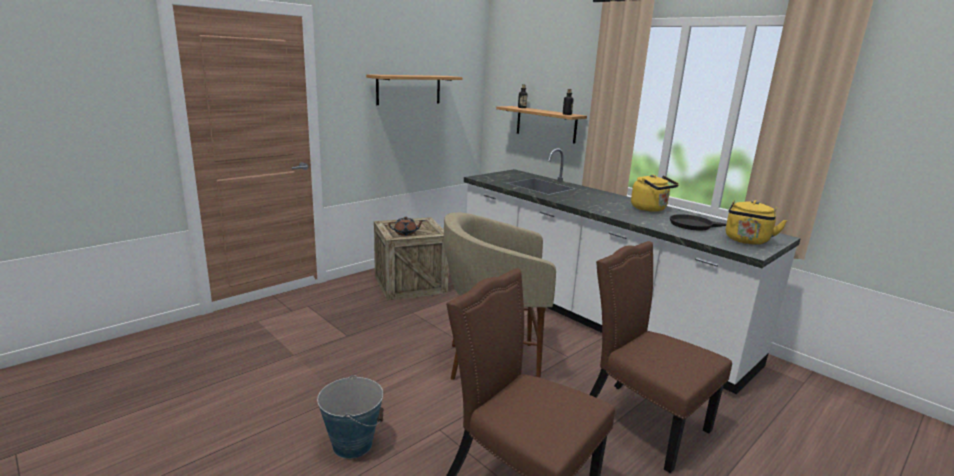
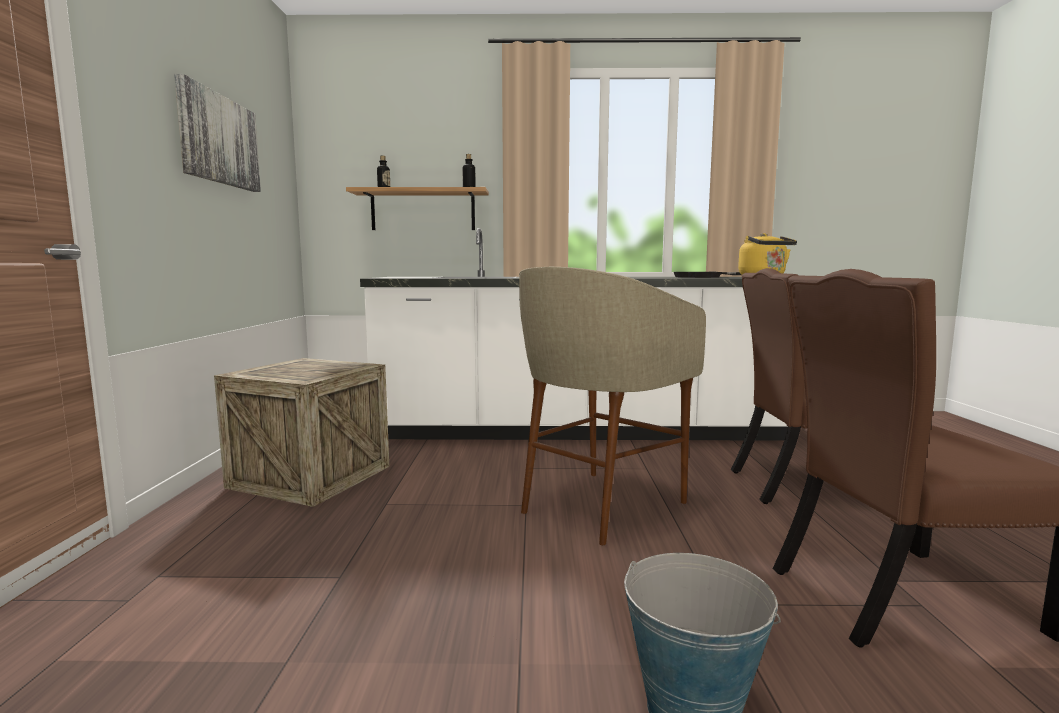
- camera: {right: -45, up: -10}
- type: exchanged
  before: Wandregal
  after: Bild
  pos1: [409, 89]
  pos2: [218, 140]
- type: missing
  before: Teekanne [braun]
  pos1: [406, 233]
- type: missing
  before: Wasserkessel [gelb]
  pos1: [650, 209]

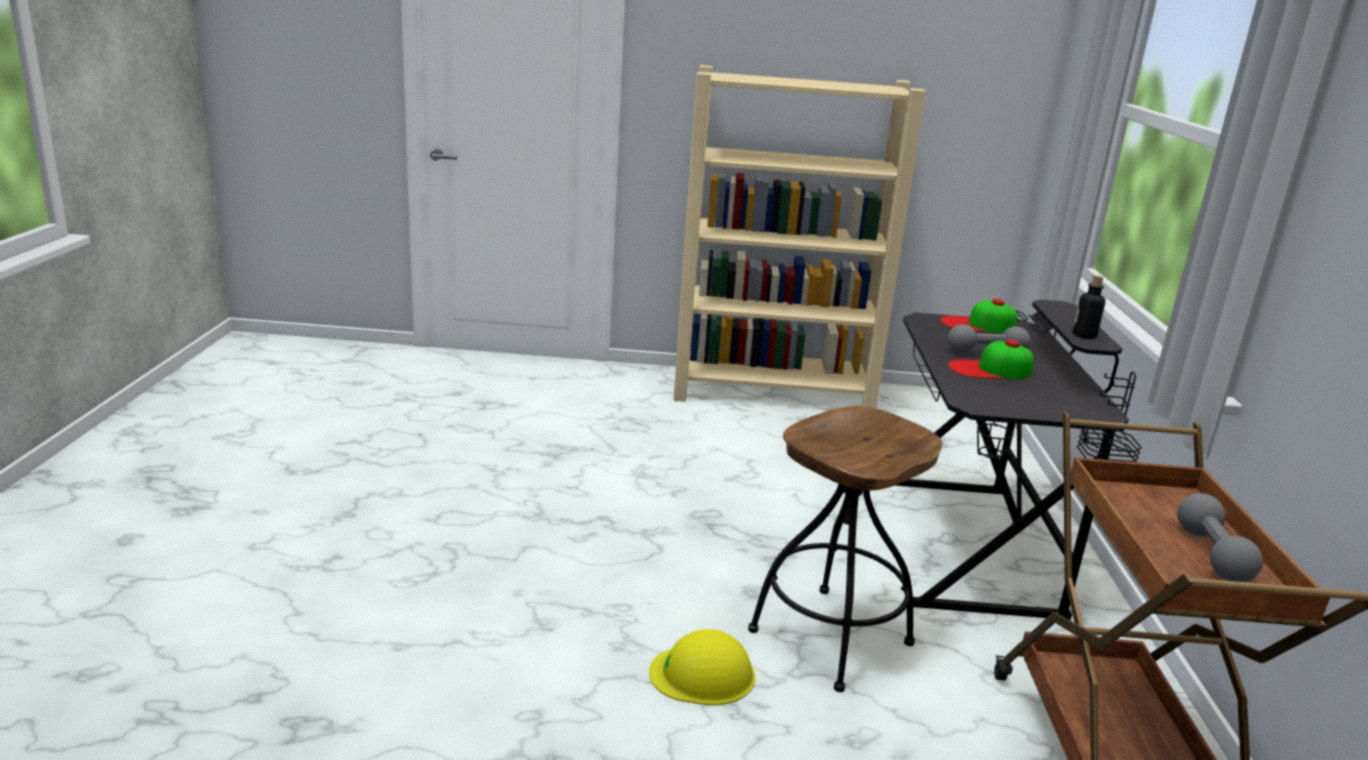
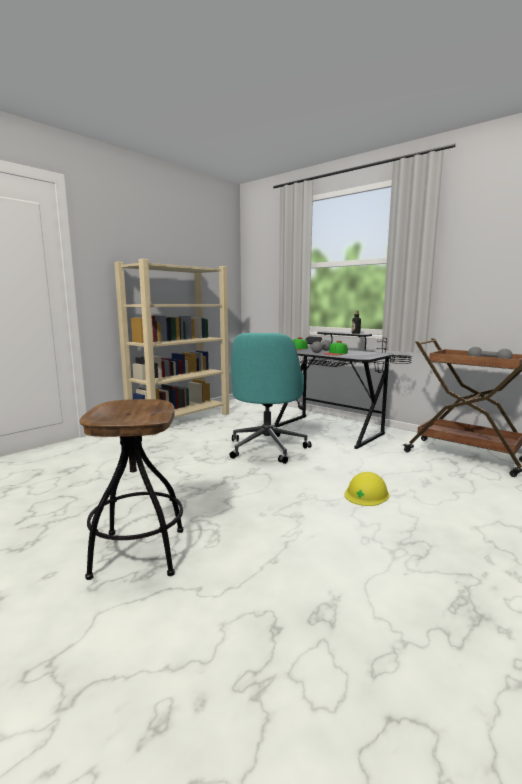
- camera: {right: -50, up: -10}
- type: relocated
  before: Hocker [braun]
  pos1: [831, 636]
  pos2: [139, 551]
- type: appeared
  after: Bürostuhl [türkis]
  pos2: [267, 448]

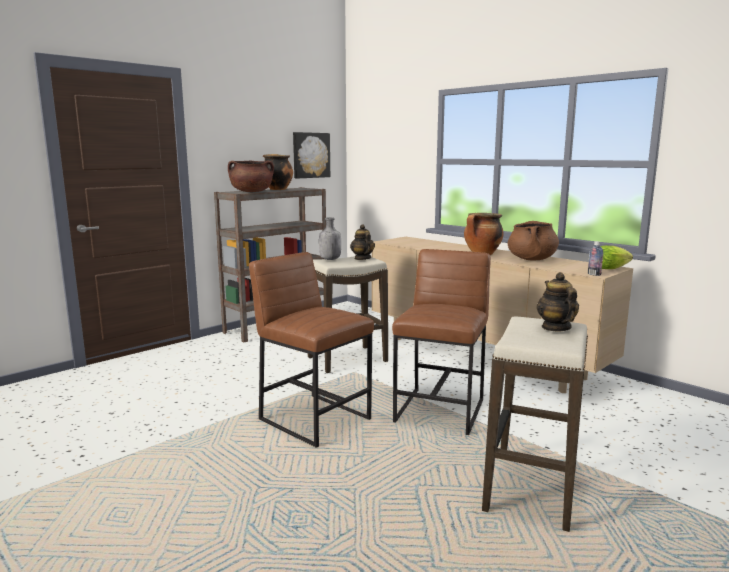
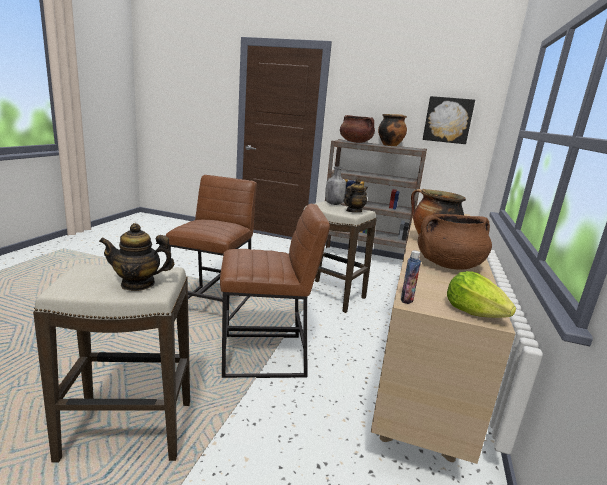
- camera: {right: 60, up: 5}
- type: spun
  before: Teekanne
  pos1: [555, 327]
  pos2: [138, 284]
  turn: -150

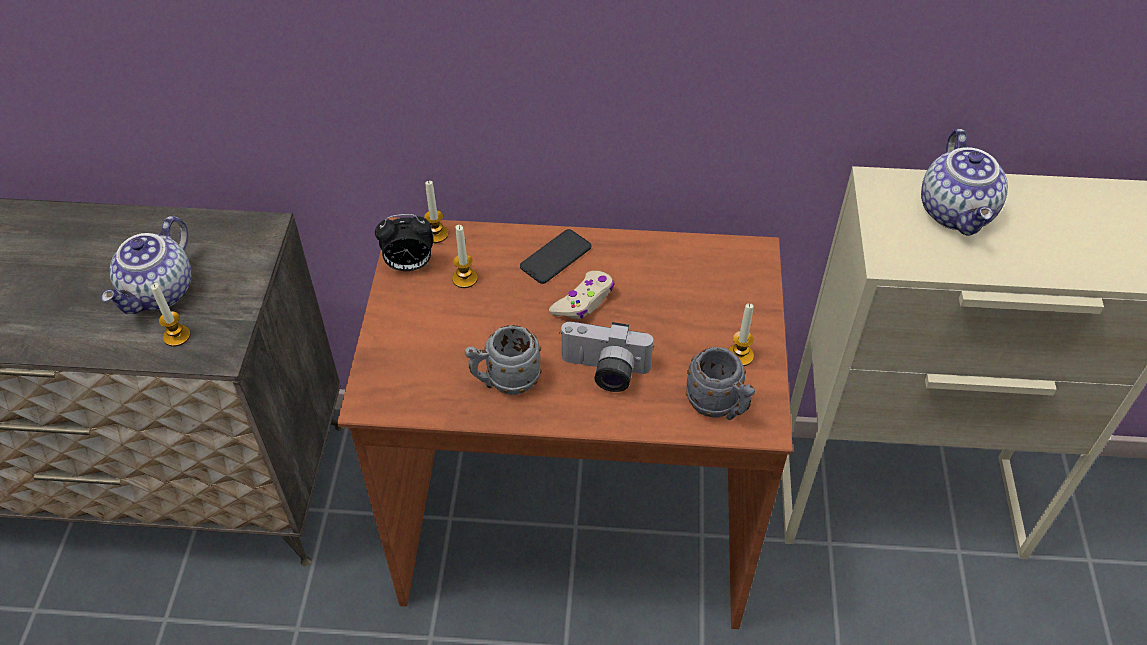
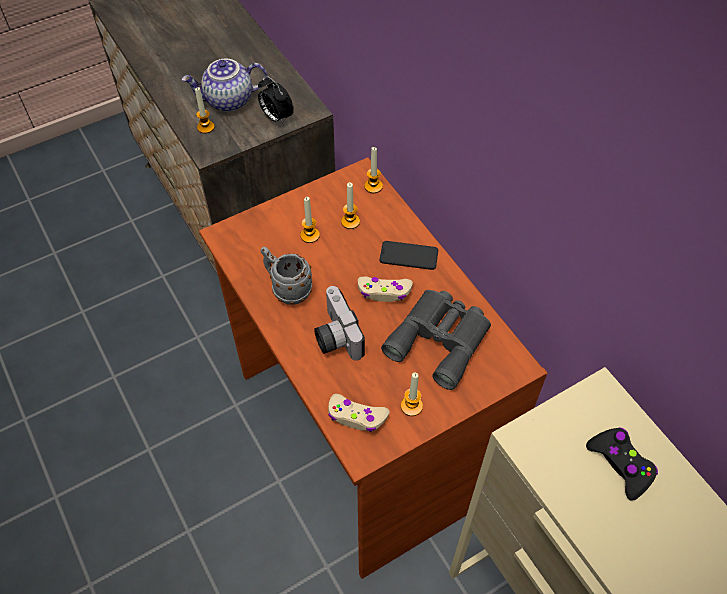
- camera: {right: 55, up: 5}
- type: relocated
  before: Wecker
  pos1: [409, 265]
  pos2: [276, 117]
- type: exchanged
  before: Henkelbecher [grau]
  after: Gamepad [beige]
  pos1: [718, 407]
  pos2: [356, 417]
- type: exchanged
  before: Teekanne
  after: Gamepad [schwarz]
  pos1: [957, 213]
  pos2: [620, 464]
- type: appeared
  after: Kerze
  pos2: [310, 235]
- type: appeared
  after: Fernglas [grau]
  pos2: [440, 339]

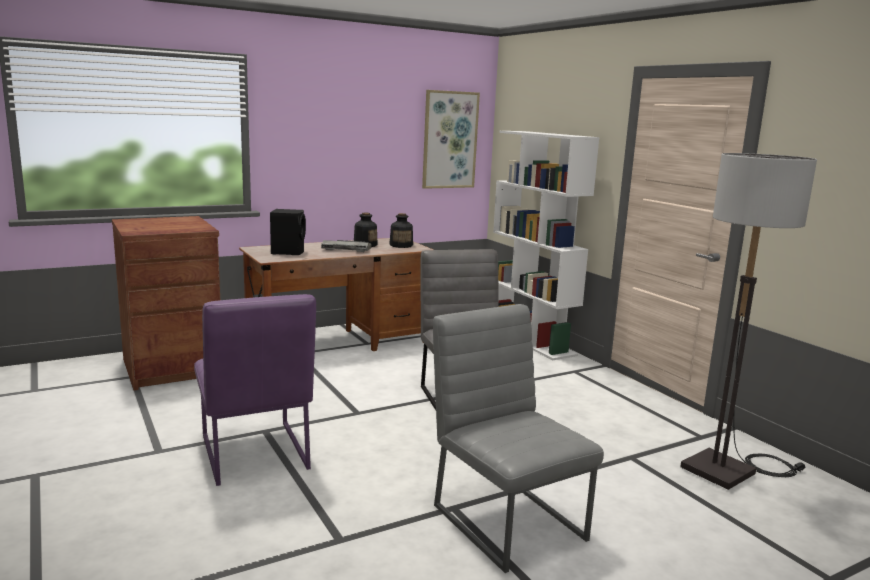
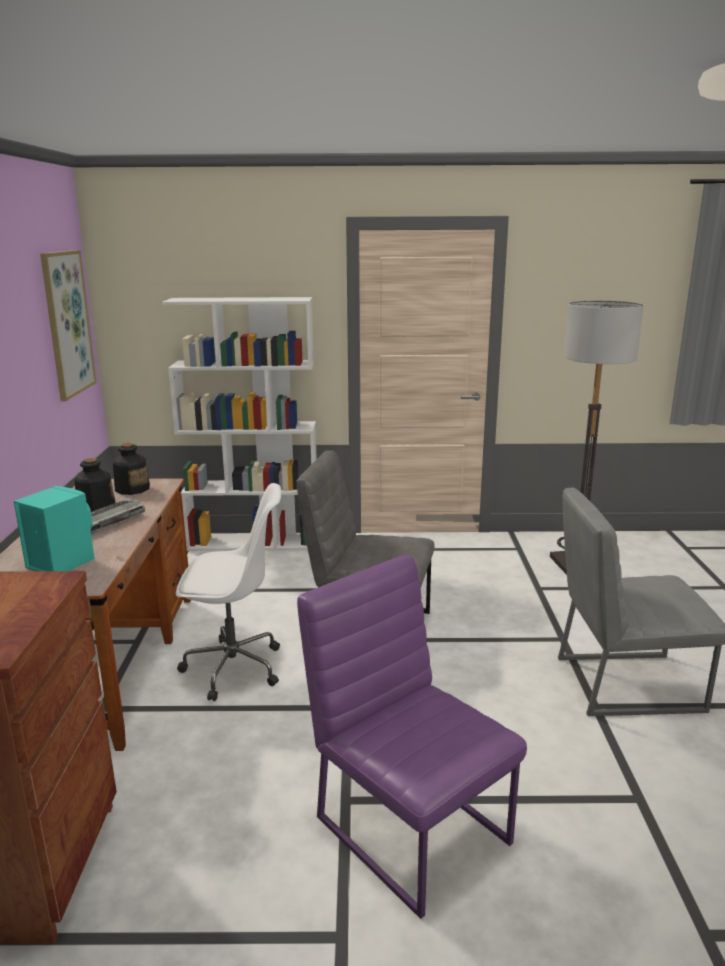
- camera: {right: -60, up: 5}
- type: spun
  before: Stuhl [lila]
  pos1: [254, 454]
  pos2: [409, 825]
  turn: -135
- type: colour
  before: Lautsprecher [schwarz]
  after: Lautsprecher [türkis]
  pos1: [288, 252]
  pos2: [60, 563]
- type: appeared
  after: Bürostuhl [weiß]
  pos2: [236, 668]

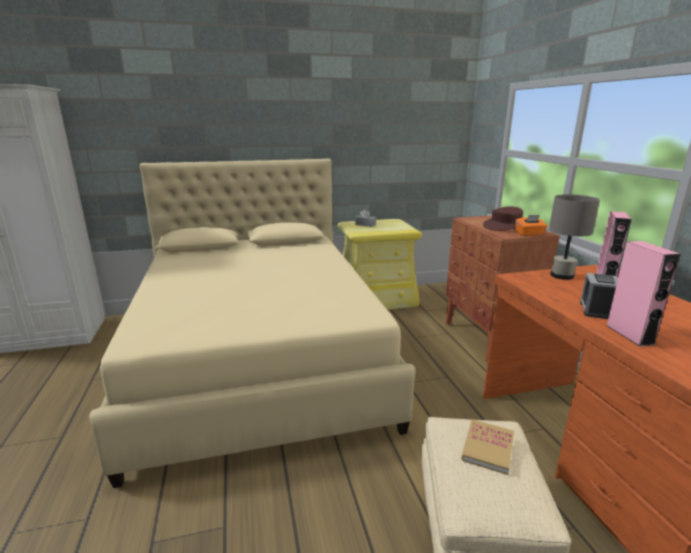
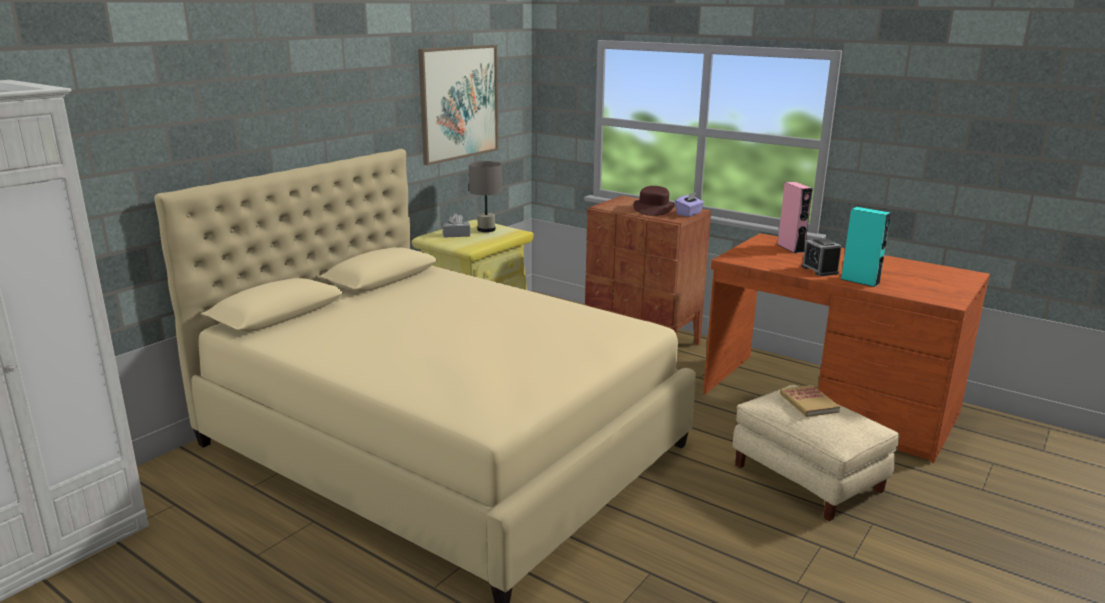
- camera: {right: -40, up: 0}
- type: colour
  before: Taschentuchbox [orange]
  after: Taschentuchbox [lila]
  pos1: [529, 234]
  pos2: [689, 214]
- type: relocated
  before: Tischlampe [grau]
  pos1: [561, 276]
  pos2: [486, 229]
- type: colour
  before: Lautsprecher [rosa]
  after: Lautsprecher [türkis]
  pos1: [629, 334]
  pos2: [860, 281]
- type: appeared
  after: Bild
  pos2: [459, 103]

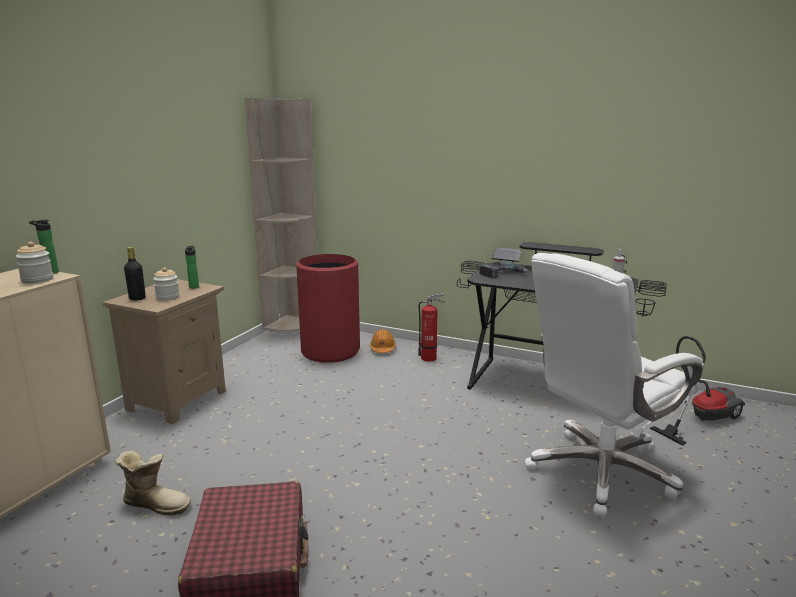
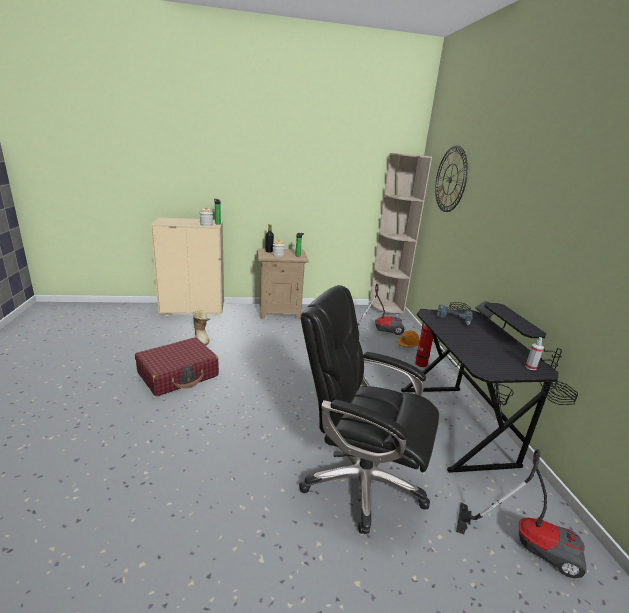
- camera: {right: 55, up: 5}
- type: exchanged
  before: Mülleimer [rot]
  after: Staubsauger
  pos1: [330, 351]
  pos2: [379, 329]
- type: colour
  before: Bürostuhl [weiß]
  after: Bürostuhl [schwarz]
  pos1: [601, 471]
  pos2: [360, 481]
- type: appeared
  after: Wanduhr
  pos2: [450, 179]

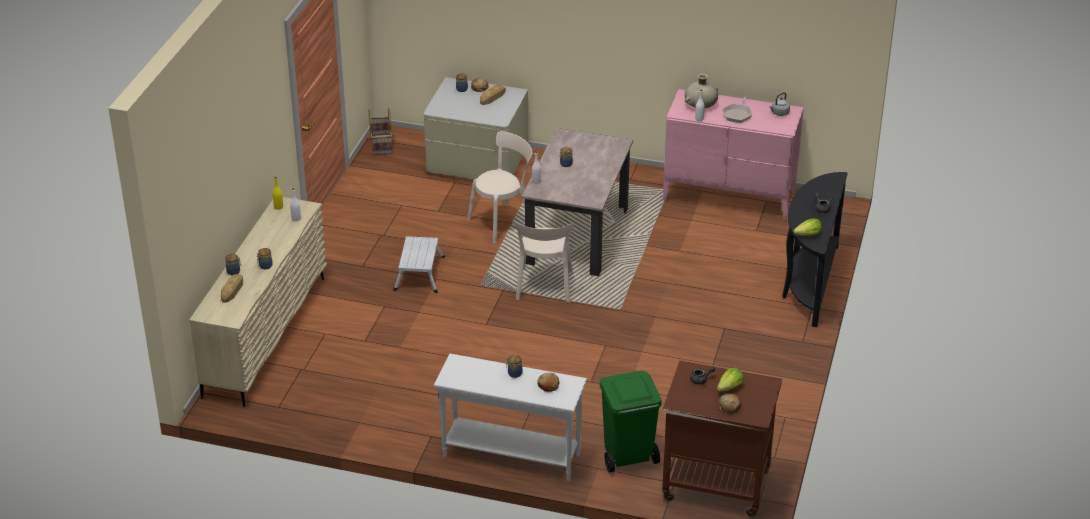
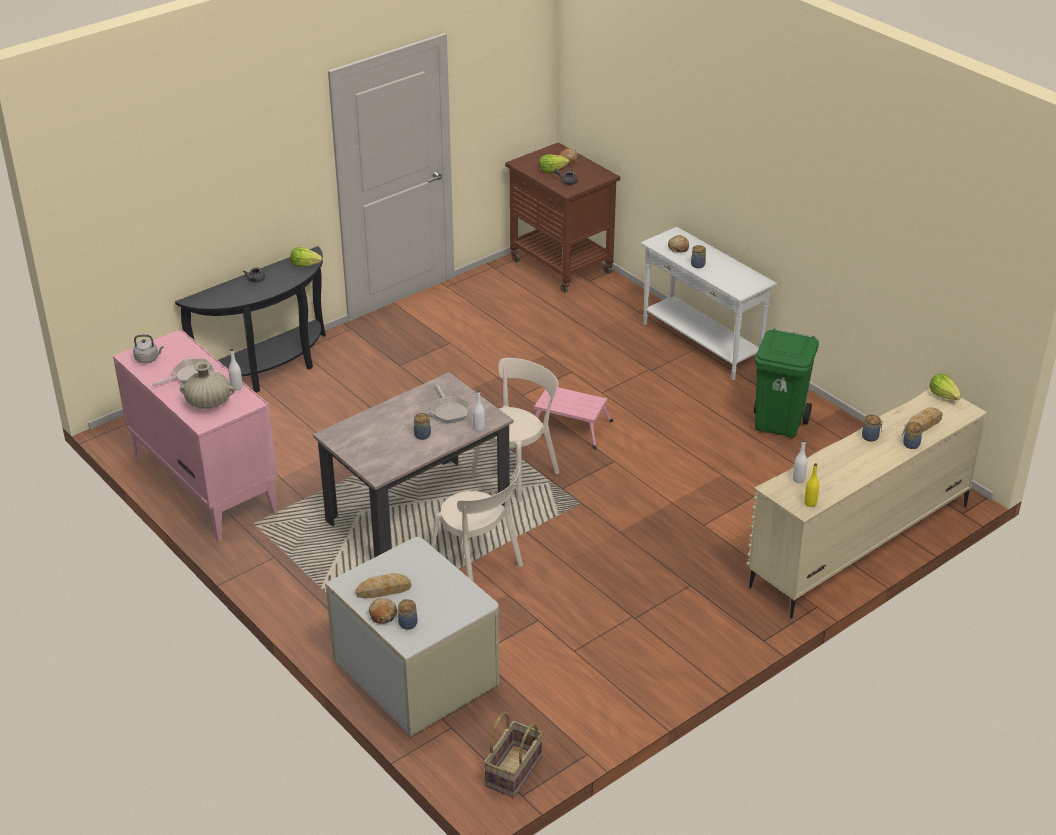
- camera: {right: -145, up: 0}
- type: missing
  before: Trittleiter [weiß]
  pos1: [419, 273]
- type: spun
  before: Stuhl [beige]
  pos1: [503, 222]
  pos2: [478, 568]
  turn: -135
- type: relocated
  before: Mülleimer [grün]
  pos1: [627, 457]
  pos2: [779, 424]
- type: appeared
  after: Pfanne
  pos2: [449, 410]
- type: appeared
  after: Trittleiter [rosa]
  pos2: [571, 427]
- type: appeared
  after: Salatkopf
  pos2: [944, 395]

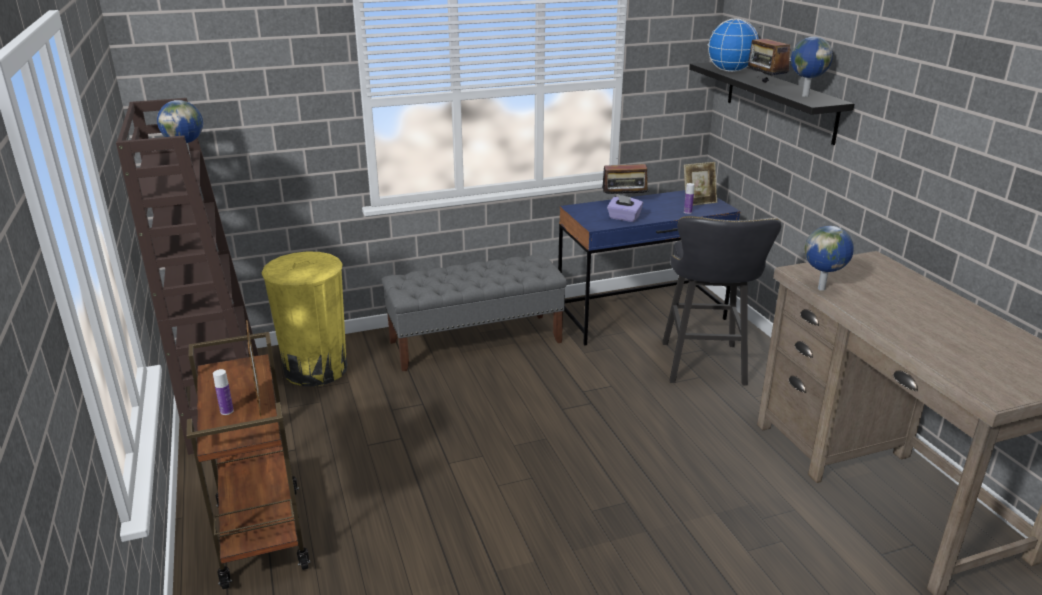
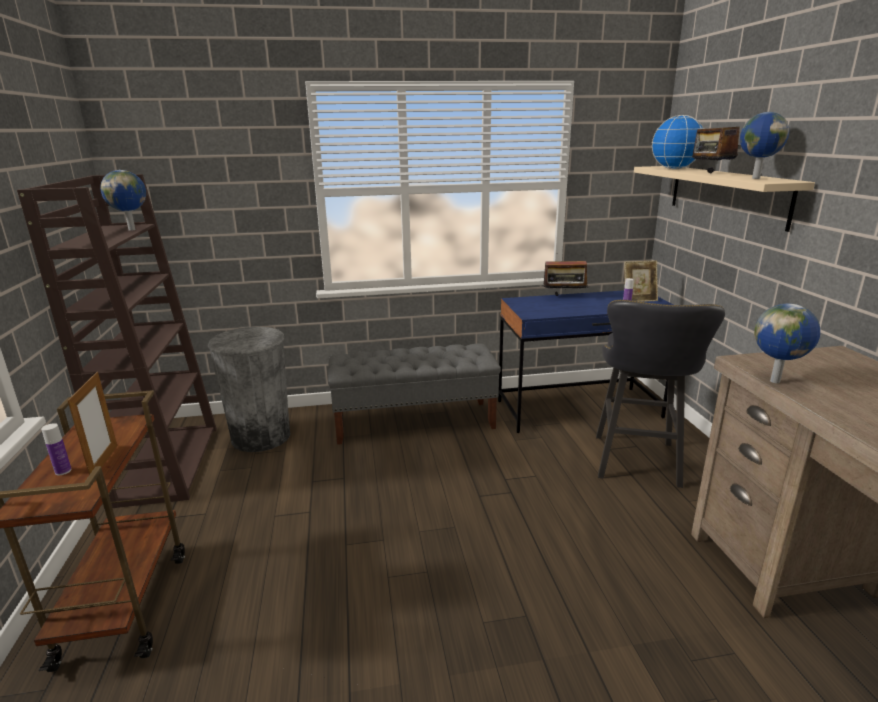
- camera: {right: 10, up: -5}
- type: colour
  before: Mülleimer [gelb]
  after: Mülleimer [grau]
  pos1: [316, 369]
  pos2: [261, 436]
- type: missing
  before: Taschentuchbox [lila]
  pos1: [624, 218]
- type: colour
  before: Wandregal [schwarz]
  after: Wandregal [beige]
  pos1: [780, 101]
  pos2: [726, 194]

